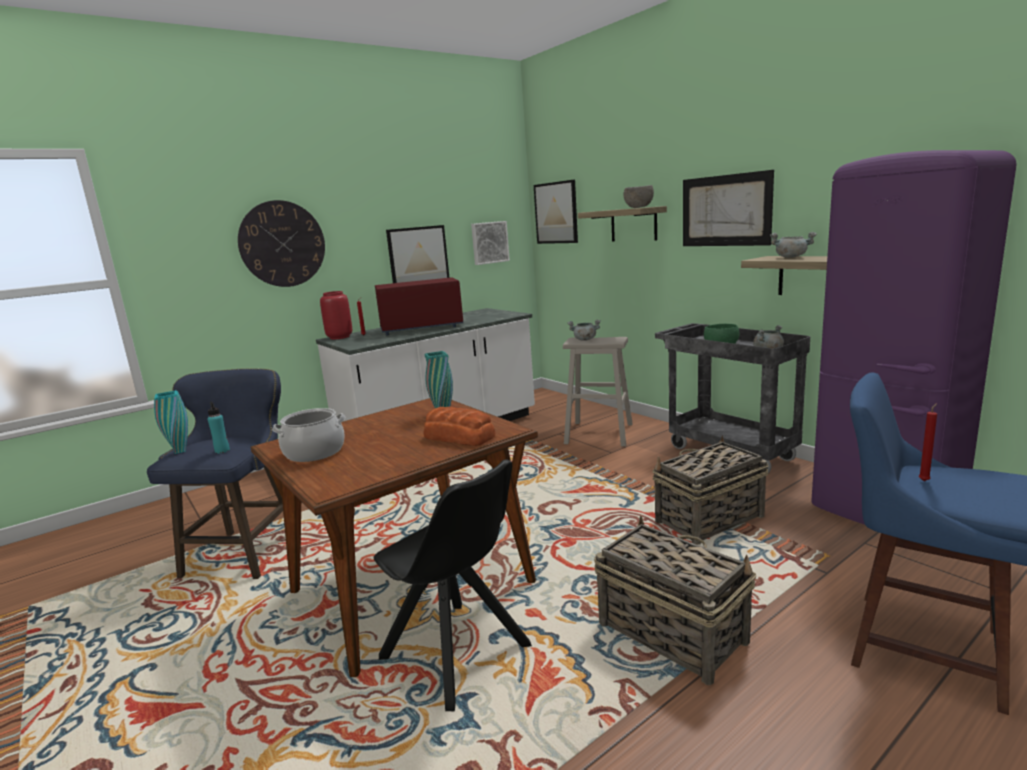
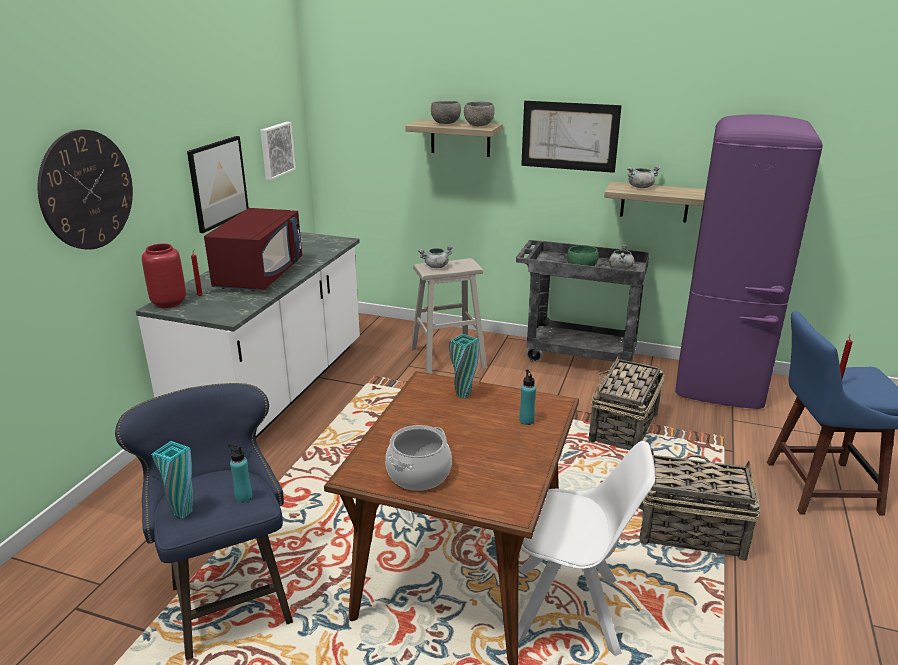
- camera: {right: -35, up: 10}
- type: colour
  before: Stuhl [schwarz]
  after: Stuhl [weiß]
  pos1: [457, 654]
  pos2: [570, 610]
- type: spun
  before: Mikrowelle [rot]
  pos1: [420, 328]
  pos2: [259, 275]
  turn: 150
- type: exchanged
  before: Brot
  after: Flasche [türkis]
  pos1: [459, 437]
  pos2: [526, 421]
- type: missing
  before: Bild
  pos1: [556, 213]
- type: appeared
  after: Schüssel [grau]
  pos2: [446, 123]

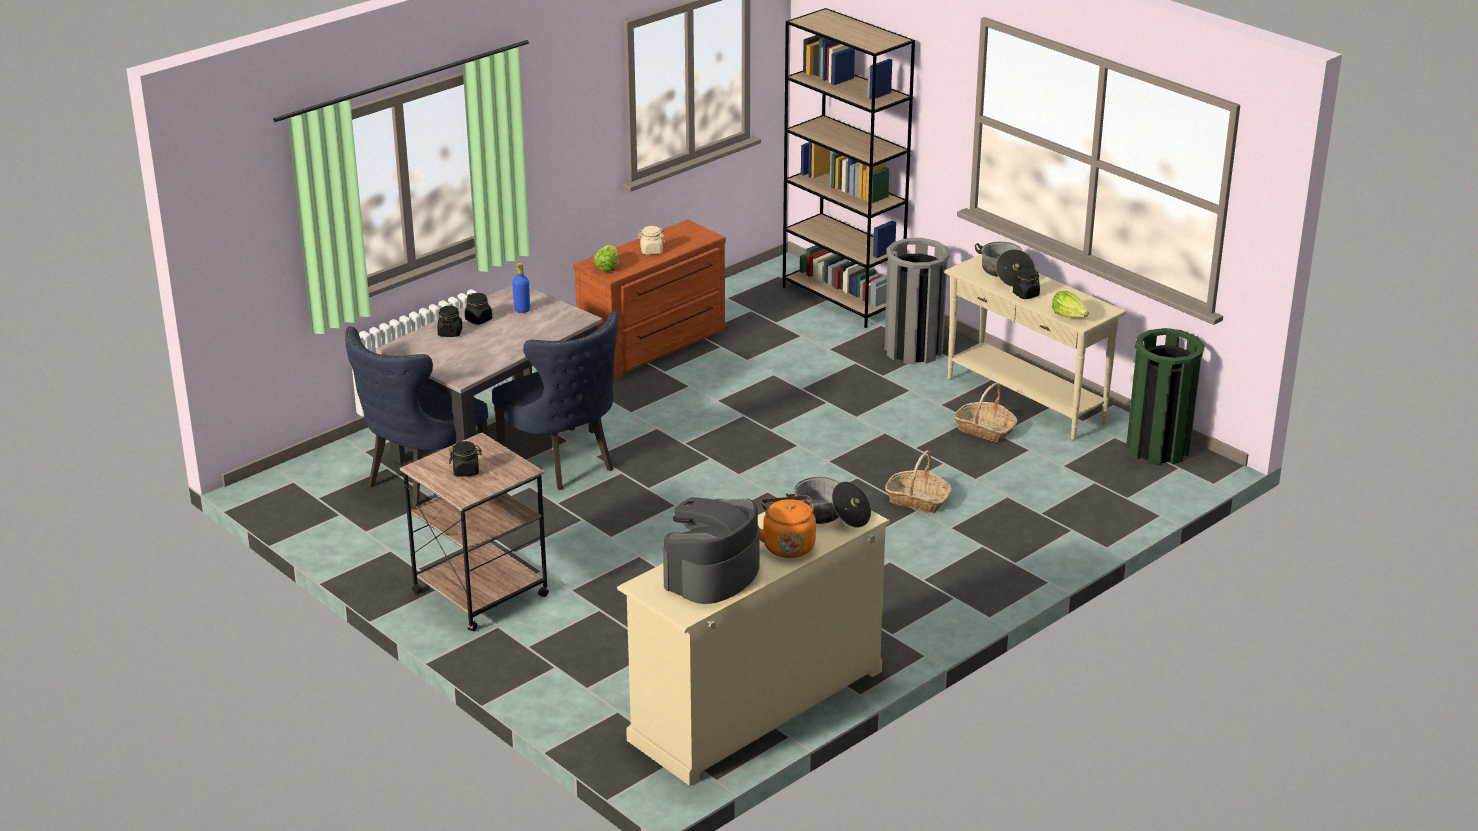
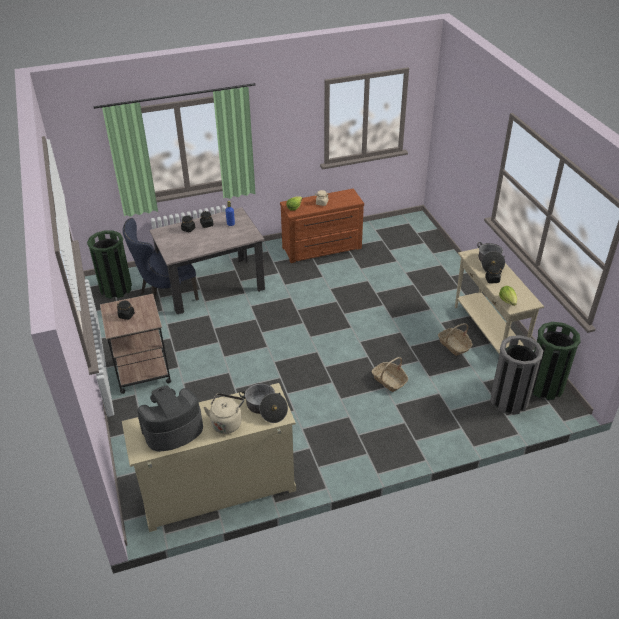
- camera: {right: 25, up: 10}
- type: missing
  before: Stuhl [blau]
  pos1: [563, 462]
- type: colour
  before: Wasserkessel [orange]
  after: Wasserkessel [beige]
  pos1: [787, 545]
  pos2: [227, 422]
- type: missing
  before: Bücherregal [beige]
  pos1: [843, 299]
- type: relocated
  before: Mülleimer [grau]
  pos1: [913, 350]
  pos2: [509, 400]
- type: appeared
  after: Mülleimer [grün]
  pos2: [116, 288]

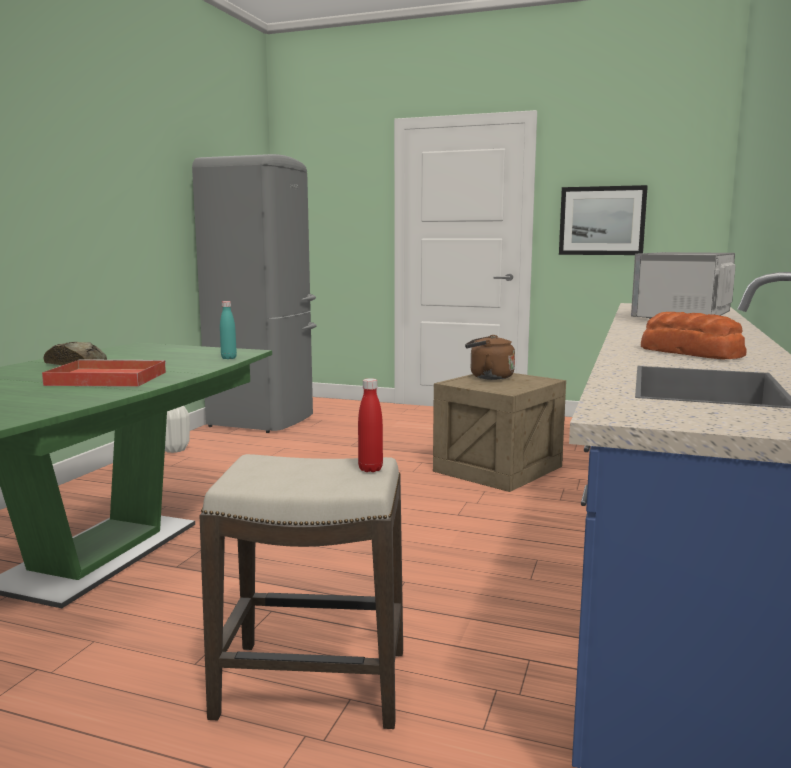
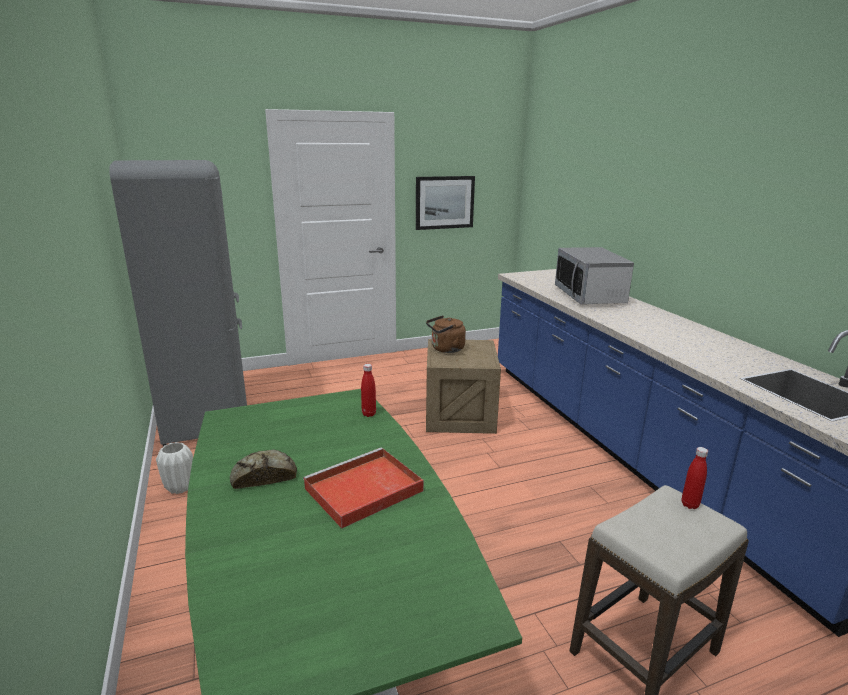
- camera: {right: -40, up: 10}
- type: colour
  before: Flasche [türkis]
  after: Flasche [rot]
  pos1: [229, 358]
  pos2: [369, 414]
- type: missing
  before: Brot
  pos1: [691, 353]

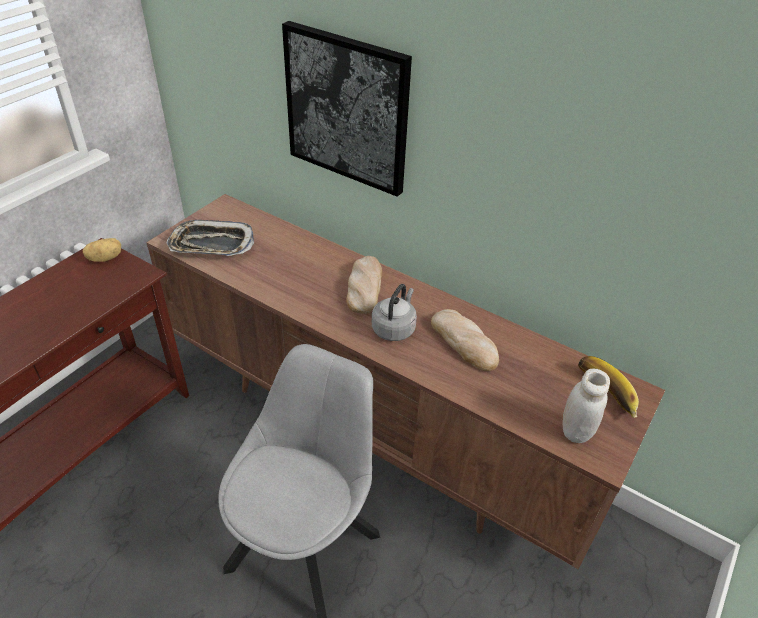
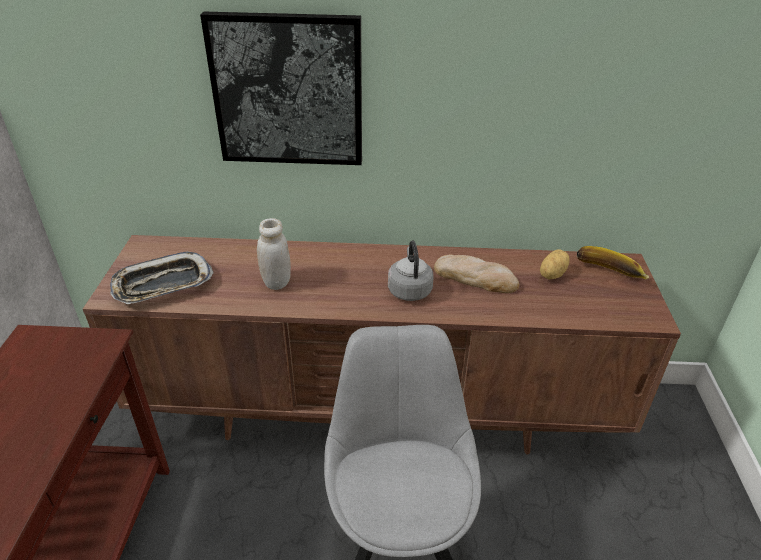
- camera: {right: -30, up: -5}
- type: relocated
  before: Kartoffel
  pos1: [105, 258]
  pos2: [551, 274]
- type: missing
  before: Brot
  pos1: [364, 287]
- type: relocated
  before: Vorratsglas [weiß]
  pos1: [576, 431]
  pos2: [276, 282]

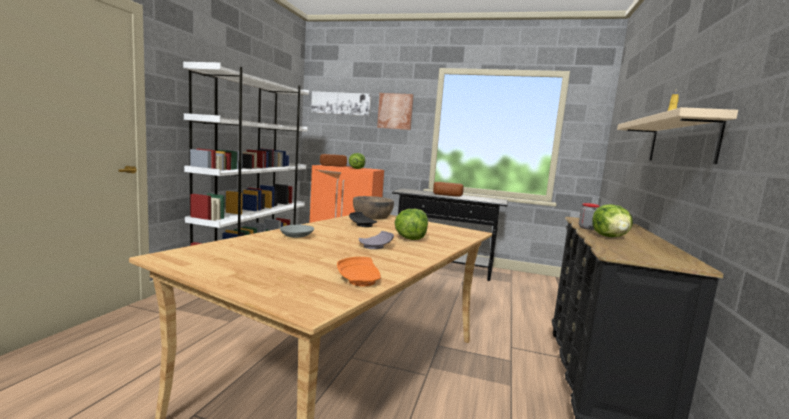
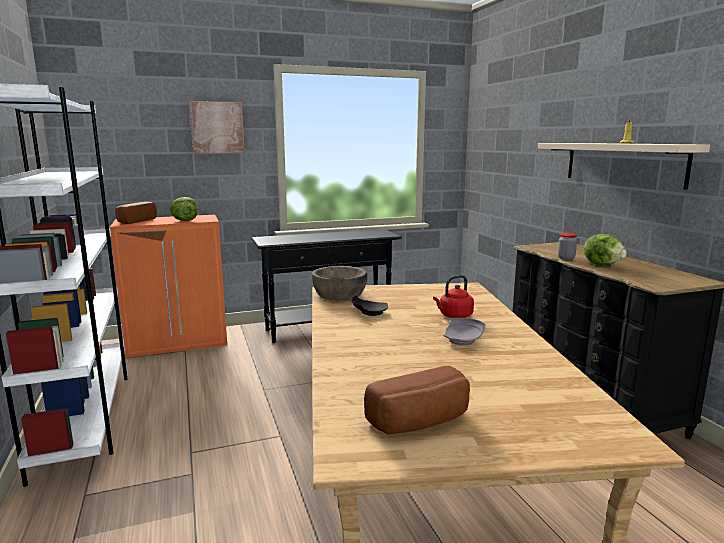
- camera: {right: -35, up: 5}
- type: missing
  before: Schüssel [grau]
  pos1: [296, 236]
- type: missing
  before: Bild
  pos1: [341, 103]
- type: missing
  before: Teller [orange]
  pos1: [360, 280]
- type: exchanged
  before: Salatkopf
  after: Wasserkessel [rot]
  pos1: [410, 238]
  pos2: [454, 316]
- type: relocated
  before: Brot
  pos1: [447, 195]
  pos2: [422, 422]

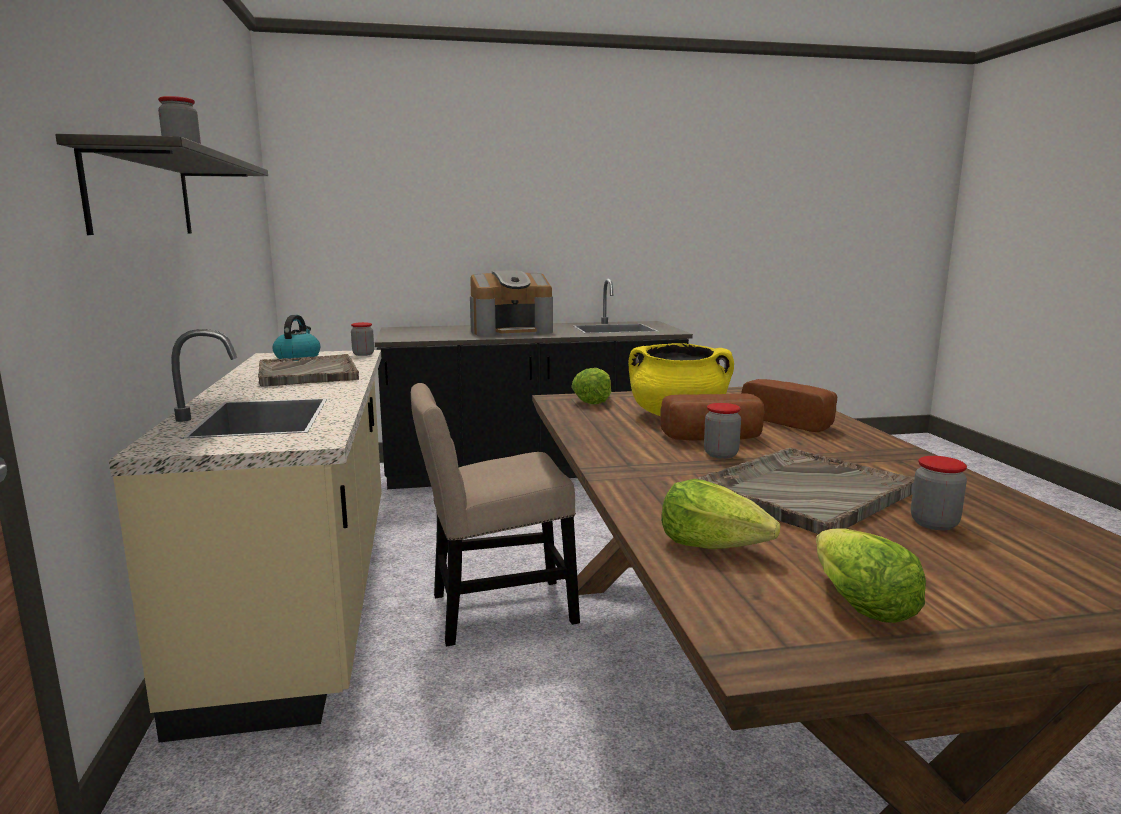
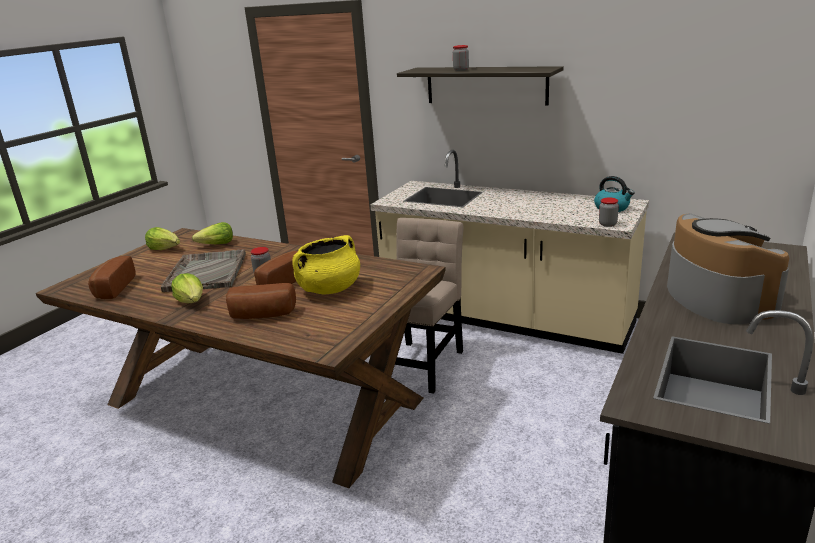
- camera: {right: 130, up: 10}
- type: missing
  before: Tablett [grau]
  pos1: [307, 373]
- type: spun
  before: Kaffeemaschine
  pos1: [511, 331]
  pos2: [717, 298]
  turn: 150
- type: relocated
  before: Salatkopf
  pos1: [593, 400]
  pos2: [191, 301]
- type: missing
  before: Vorratsglas
  pos1: [934, 523]
- type: appeared
  after: Brot
  pos2: [112, 288]

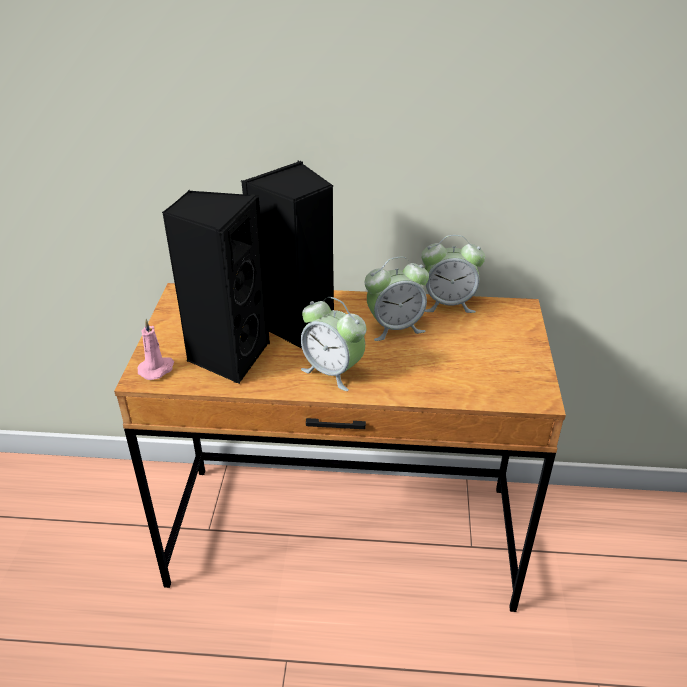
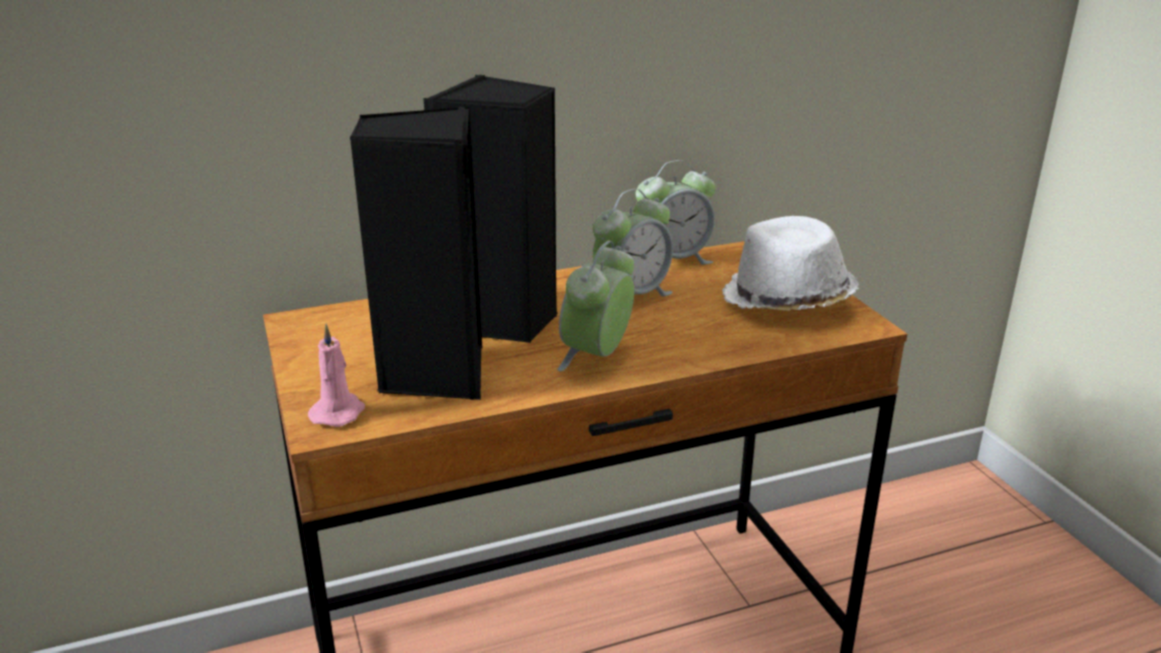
- camera: {right: -25, up: -10}
- type: spun
  before: Wecker
  pos1: [333, 371]
  pos2: [596, 357]
  turn: 105
- type: appeared
  after: Hut [weiß]
  pos2: [786, 301]

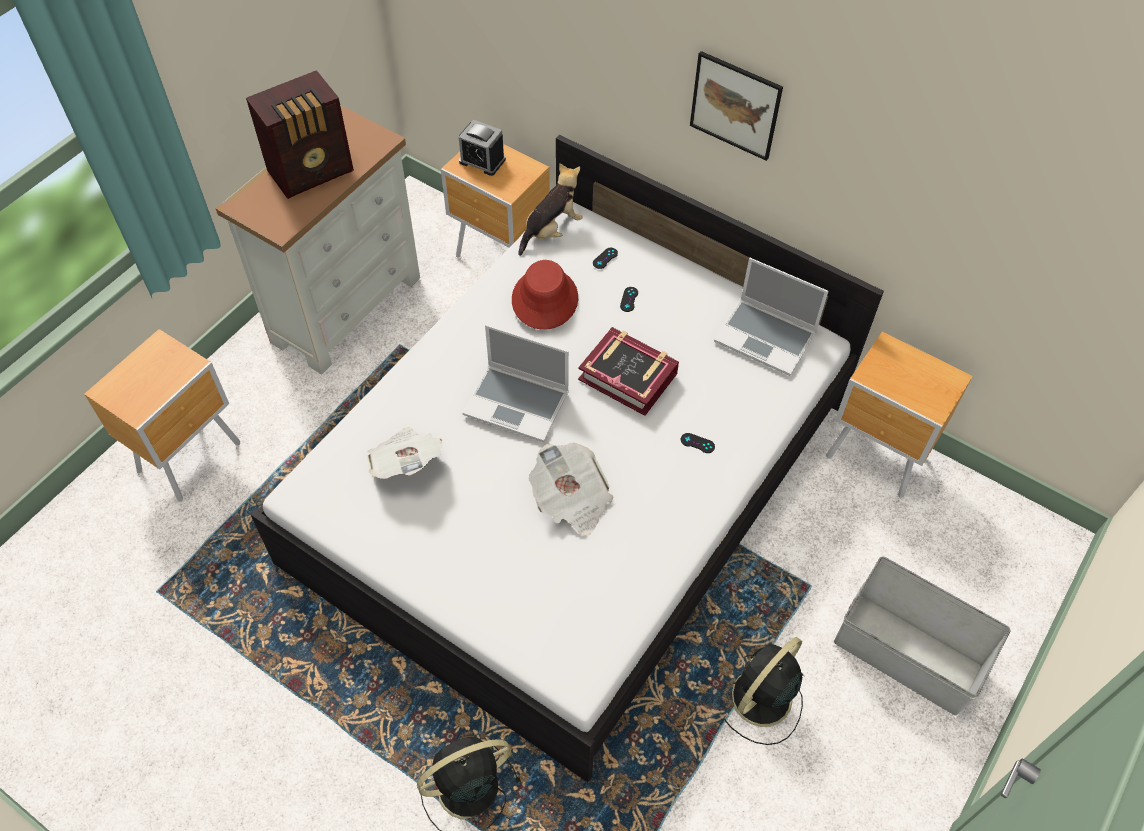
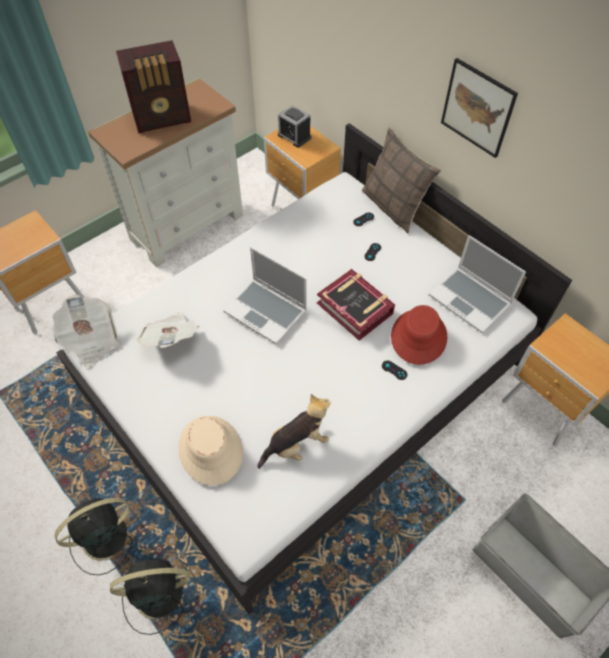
- camera: {right: 15, up: 0}
- type: relocated
  before: Hut [rot]
  pos1: [544, 299]
  pos2: [418, 336]
- type: relocated
  before: Plüschtier
  pos1: [551, 230]
  pos2: [297, 444]
- type: relocated
  before: Zeitung
  pos1: [571, 500]
  pos2: [90, 340]
- type: relocated
  before: Ventilator [schwarz]
  pos1: [759, 699]
  pos2: [103, 537]
- type: appeared
  after: Hut [beige]
  pos2: [210, 450]
- type: appeared
  after: Kissen
  pos2: [393, 207]

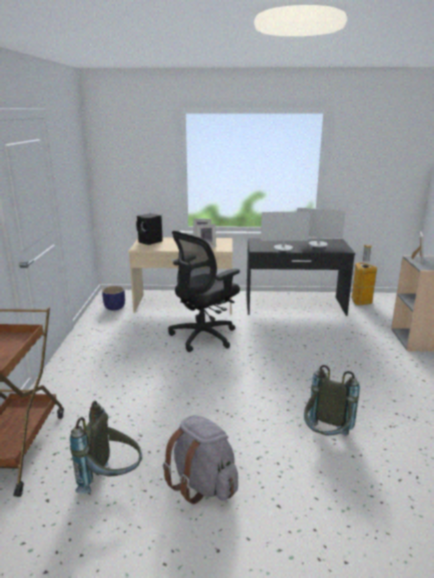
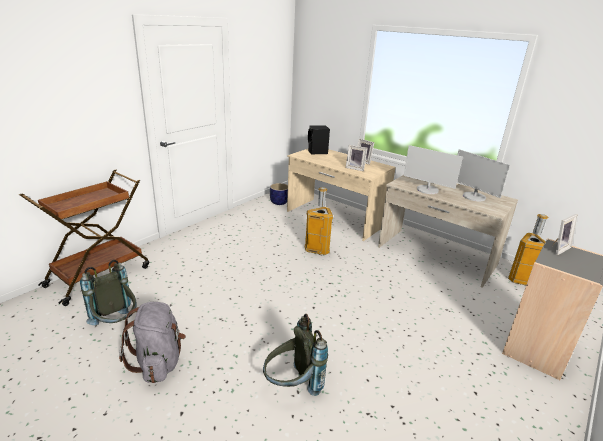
- camera: {right: 35, up: 5}
- type: exchanged
  before: Bürostuhl [schwarz]
  after: Mülleimer
  pos1: [205, 334]
  pos2: [317, 250]
- type: colour
  before: Schreibtisch [schwarz]
  after: Schreibtisch [beige]
  pos1: [294, 306]
  pos2: [436, 256]

